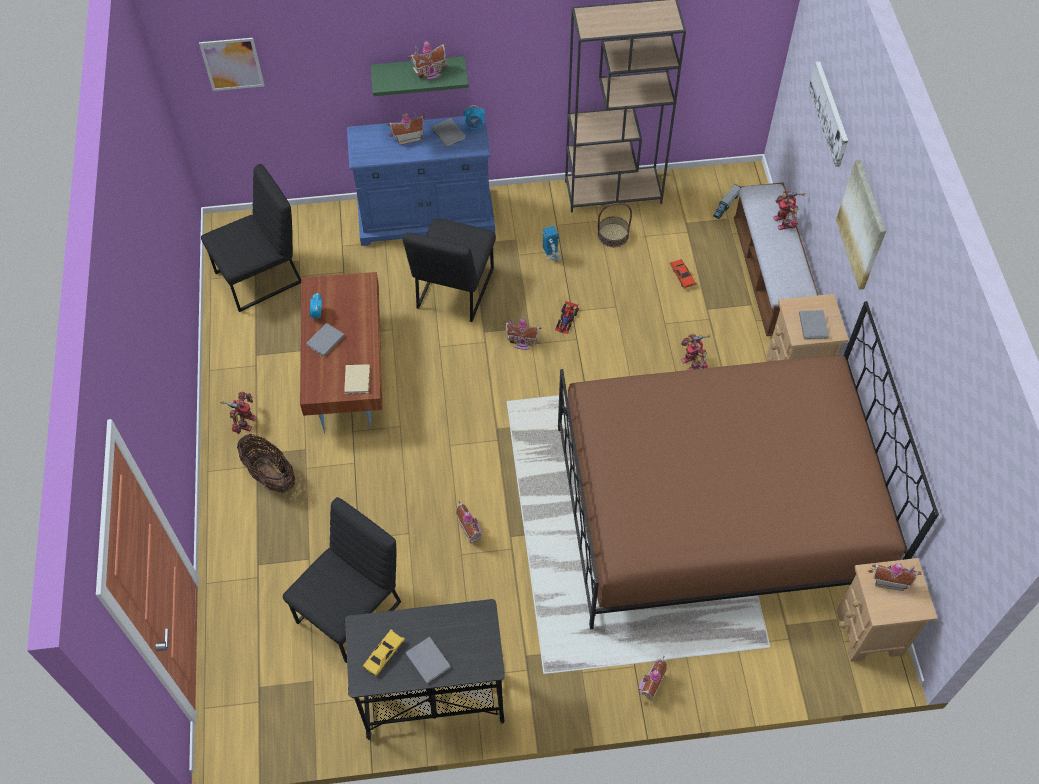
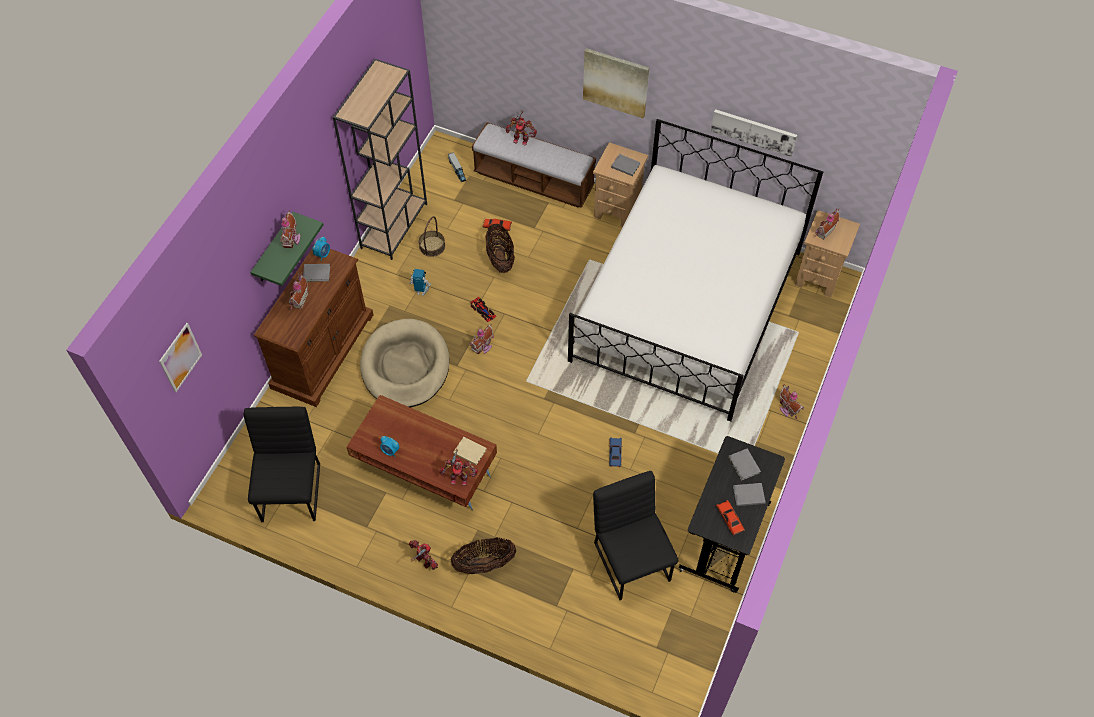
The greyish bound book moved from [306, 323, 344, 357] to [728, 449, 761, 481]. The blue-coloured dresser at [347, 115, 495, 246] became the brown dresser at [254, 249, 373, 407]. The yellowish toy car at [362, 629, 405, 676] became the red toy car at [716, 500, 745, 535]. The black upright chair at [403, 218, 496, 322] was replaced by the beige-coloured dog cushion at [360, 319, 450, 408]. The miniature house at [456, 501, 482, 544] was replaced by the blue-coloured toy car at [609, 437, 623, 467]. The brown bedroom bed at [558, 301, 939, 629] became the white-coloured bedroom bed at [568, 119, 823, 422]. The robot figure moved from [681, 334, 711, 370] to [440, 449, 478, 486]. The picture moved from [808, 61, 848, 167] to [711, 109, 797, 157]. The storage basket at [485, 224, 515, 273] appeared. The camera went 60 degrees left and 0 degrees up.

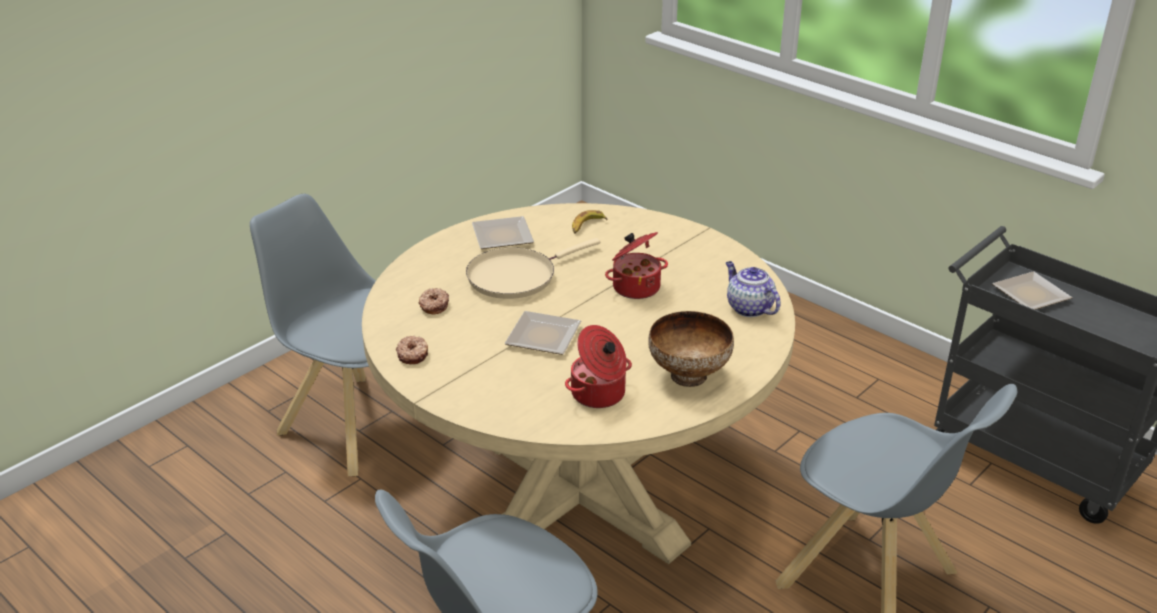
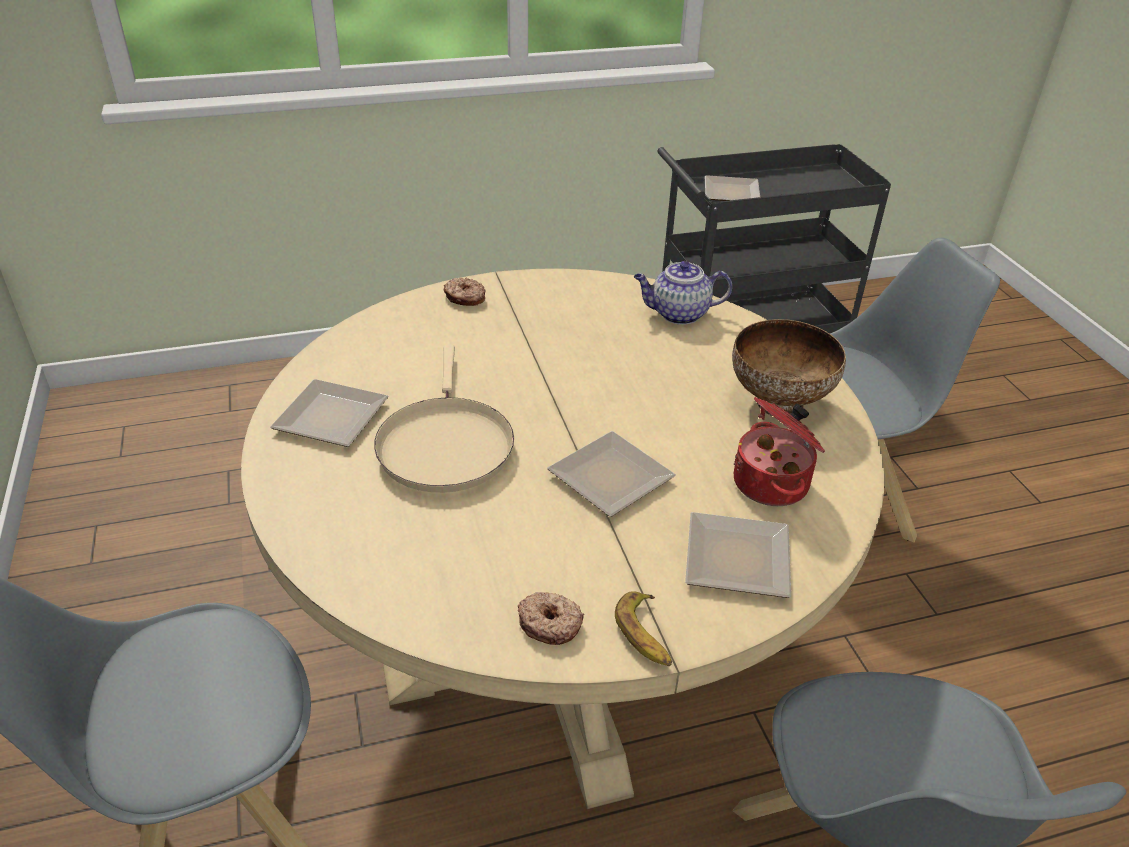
The ring doughnut moved from [419, 288, 449, 315] to [444, 277, 485, 306]. The whole banana moved from [572, 210, 607, 234] to [615, 591, 672, 666]. The cooking pot at [605, 232, 668, 299] disappeared. The flat dish at [685, 512, 791, 598] appeared. The camera went 60 degrees left and 5 degrees up.

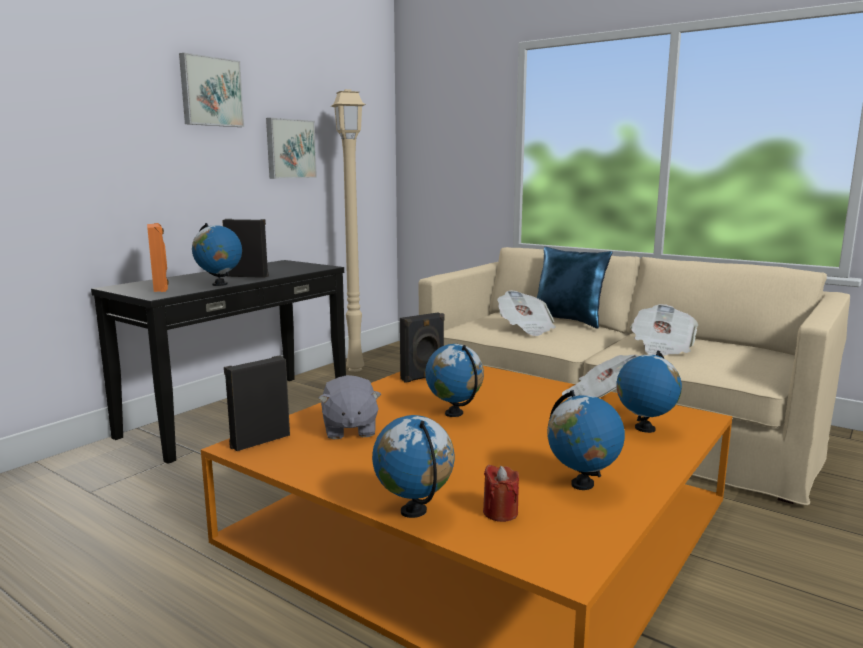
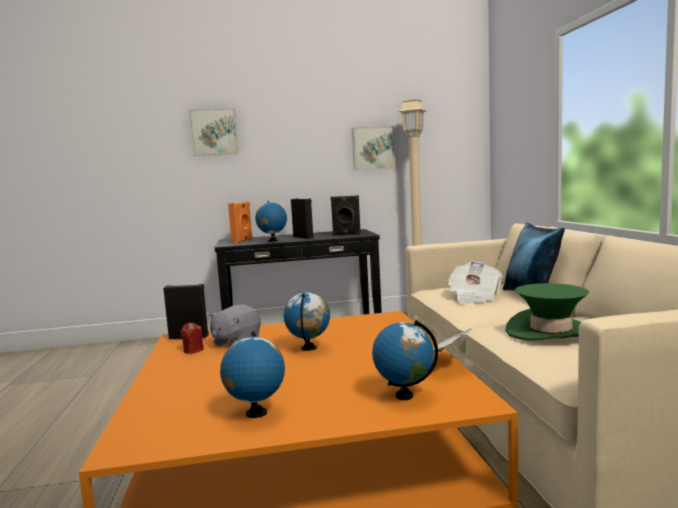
The picture moved from [179, 53, 244, 127] to [189, 108, 239, 156]. The globe at [372, 415, 454, 518] disappeared. The black speaker moved from [400, 313, 445, 383] to [330, 195, 361, 235]. The red candle moved from [483, 465, 519, 522] to [181, 323, 204, 354]. The printed paper at [630, 304, 699, 356] was replaced by the green-coloured hat at [506, 283, 589, 341]. The camera went 45 degrees right and 5 degrees down.

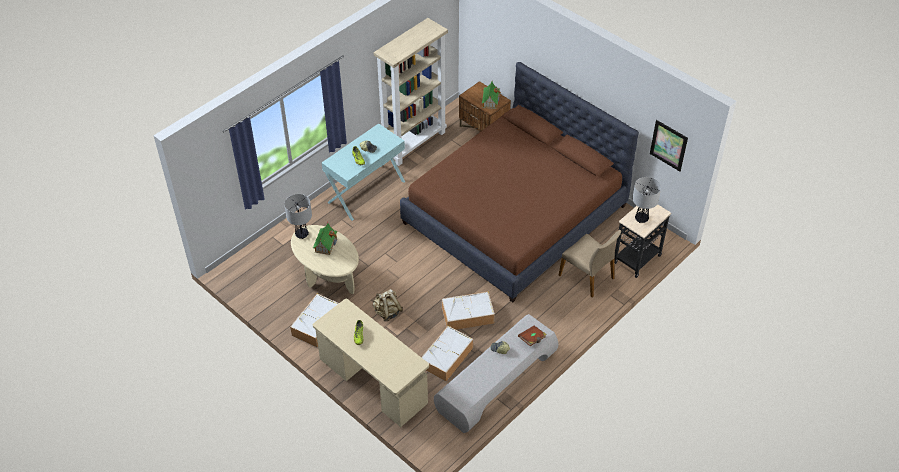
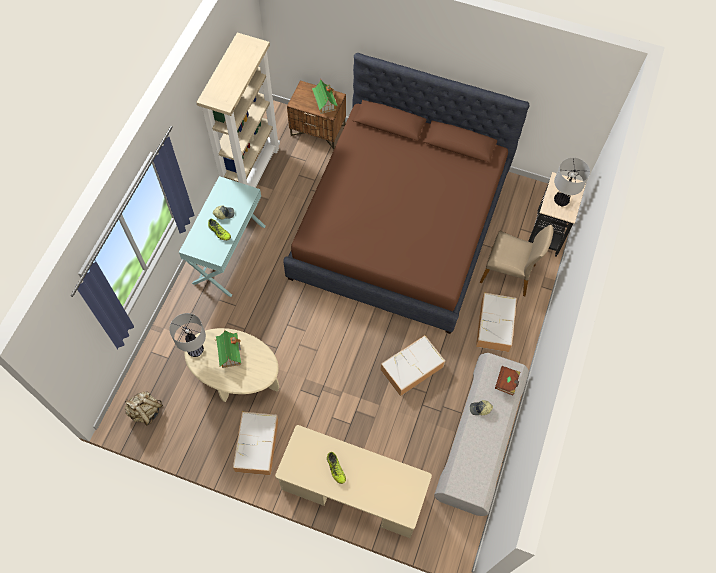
The beige-coloured backpack moved from [373, 289, 403, 321] to [125, 391, 163, 426]. The storage bin moved from [421, 326, 473, 381] to [476, 293, 517, 352]. The picture at [650, 120, 688, 172] disappeared. The camera went 25 degrees left and 15 degrees up.

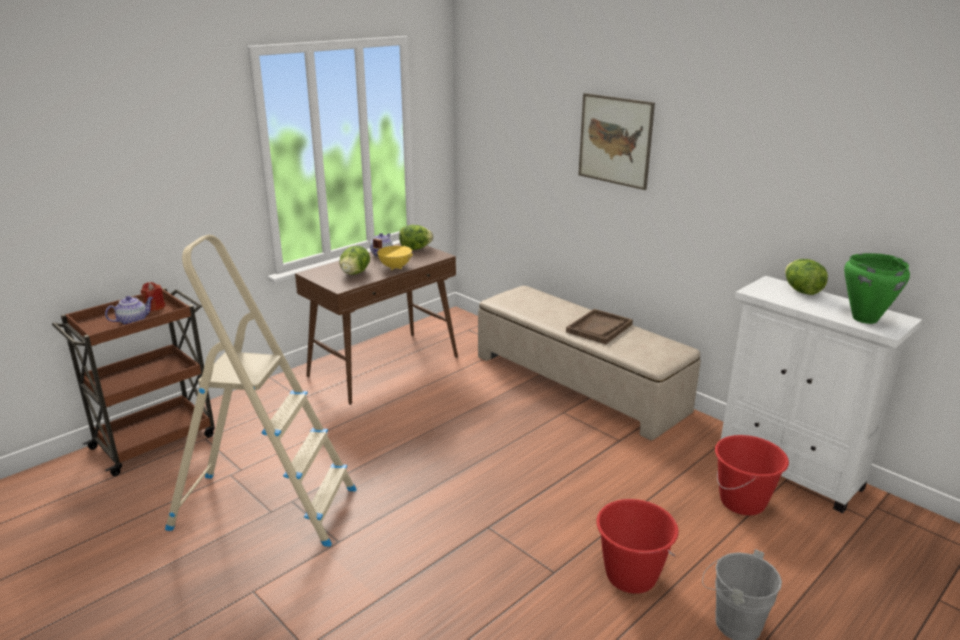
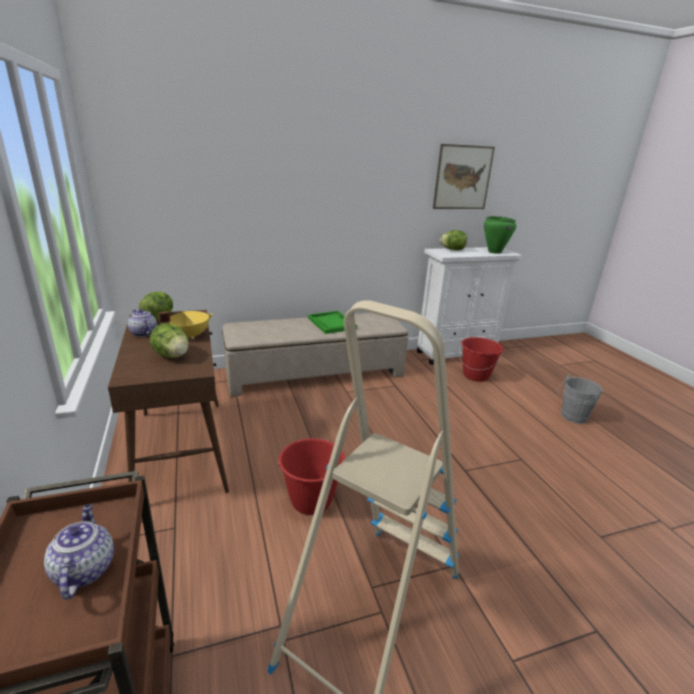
The red candle at [141, 282, 166, 311] disappeared. The brown tray at [566, 309, 633, 344] became the green-coloured tray at [308, 311, 357, 334]. The picture moved from [578, 93, 655, 190] to [433, 144, 495, 209]. The red bucket moved from [596, 499, 679, 594] to [277, 438, 346, 515]. The camera went 65 degrees left and 0 degrees up.

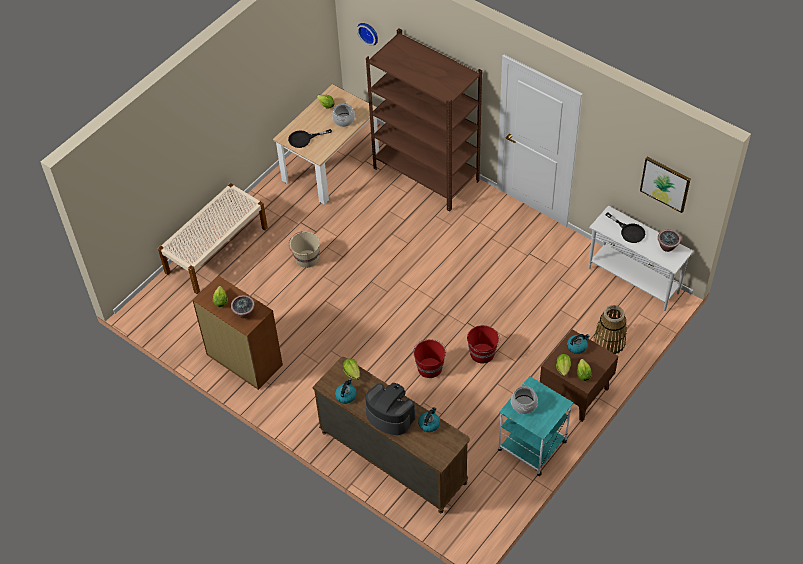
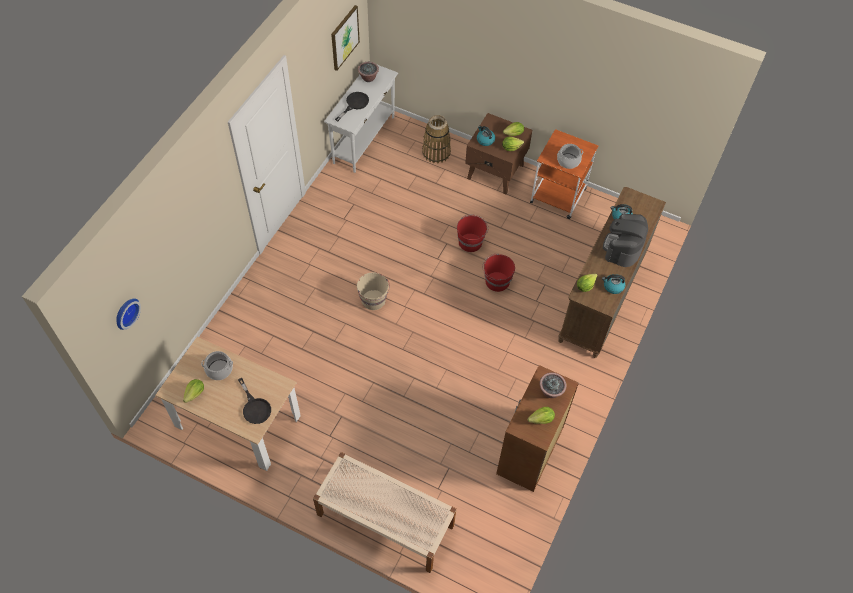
The beige-coloured bucket moved from [289, 231, 320, 268] to [357, 272, 390, 310]. The brown bookcase at [366, 28, 482, 211] disappeared. The turquoise cart at [498, 376, 573, 476] became the orange-coloured cart at [530, 129, 598, 219]. The camera went 105 degrees left and 5 degrees up.

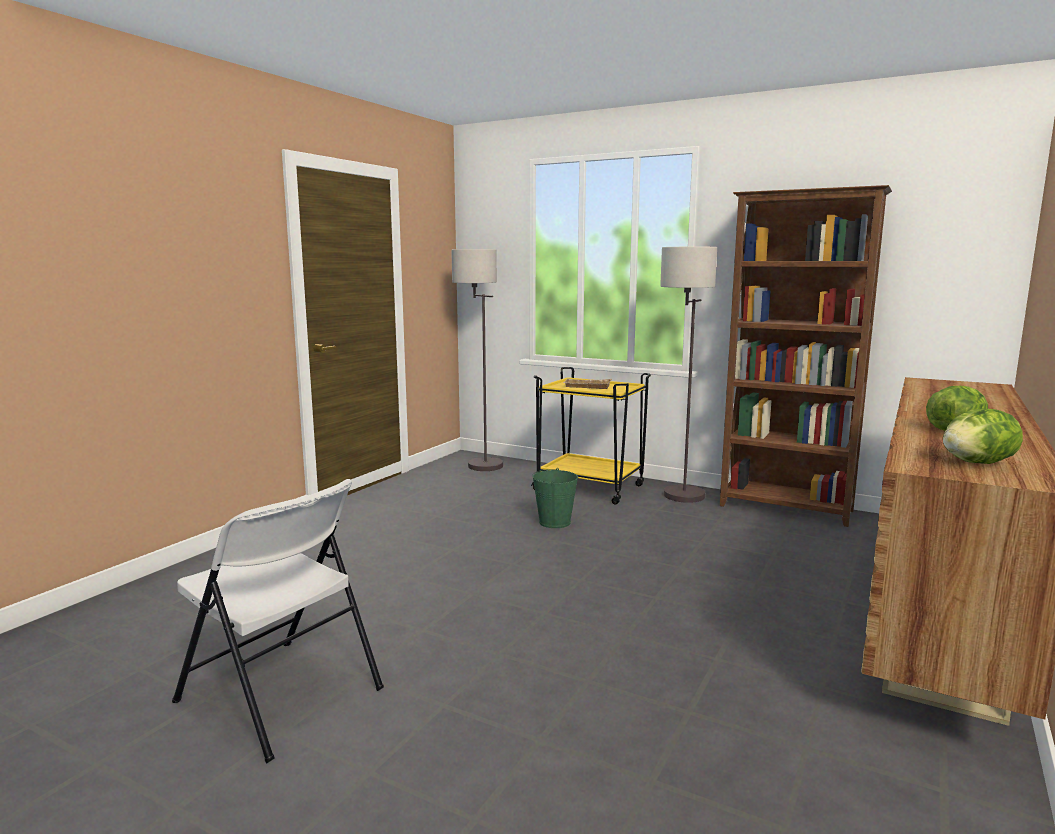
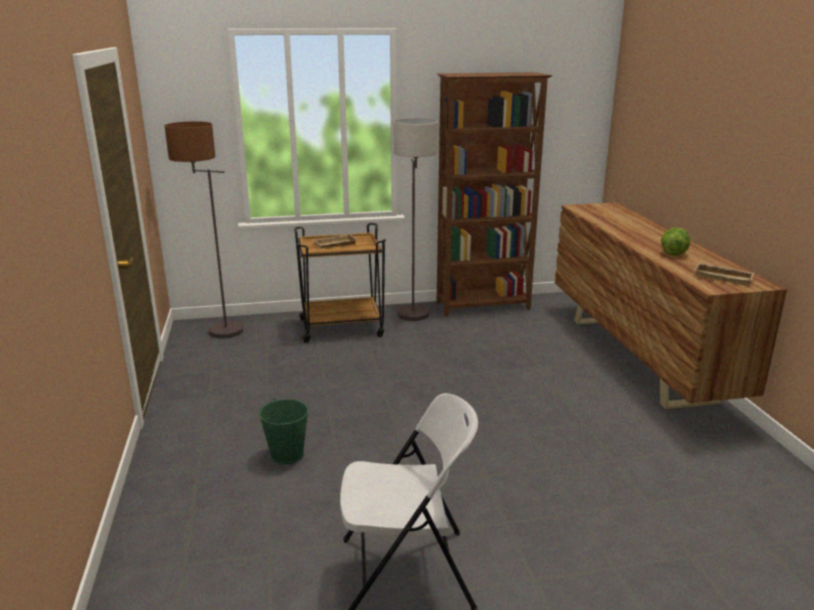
The greyish floor lamp at [451, 249, 503, 471] became the brown floor lamp at [165, 121, 244, 339]. The yellowish cart at [531, 367, 651, 505] became the brown cart at [294, 223, 386, 343]. The green-coloured bucket moved from [532, 468, 578, 528] to [259, 398, 308, 465]. The lettuce head at [943, 409, 1023, 464] was replaced by the beige-coloured tray at [694, 263, 754, 286]. The camera went 40 degrees left and 10 degrees up.

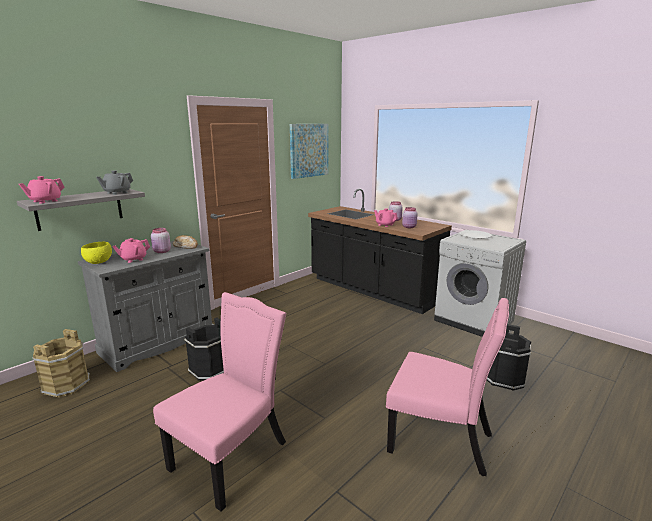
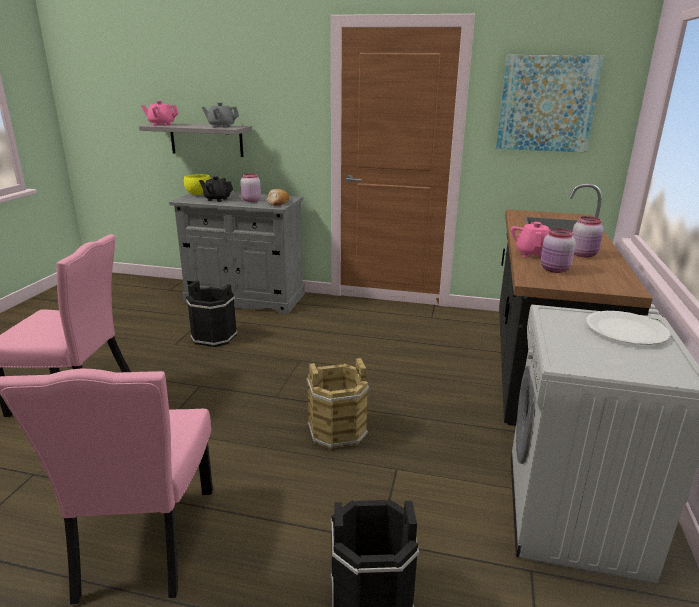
The brown bucket moved from [32, 329, 90, 398] to [306, 358, 369, 450]. The pink pot for tea at [112, 238, 150, 263] became the black pot for tea at [199, 176, 233, 202]. The camera went 60 degrees right and 5 degrees up.

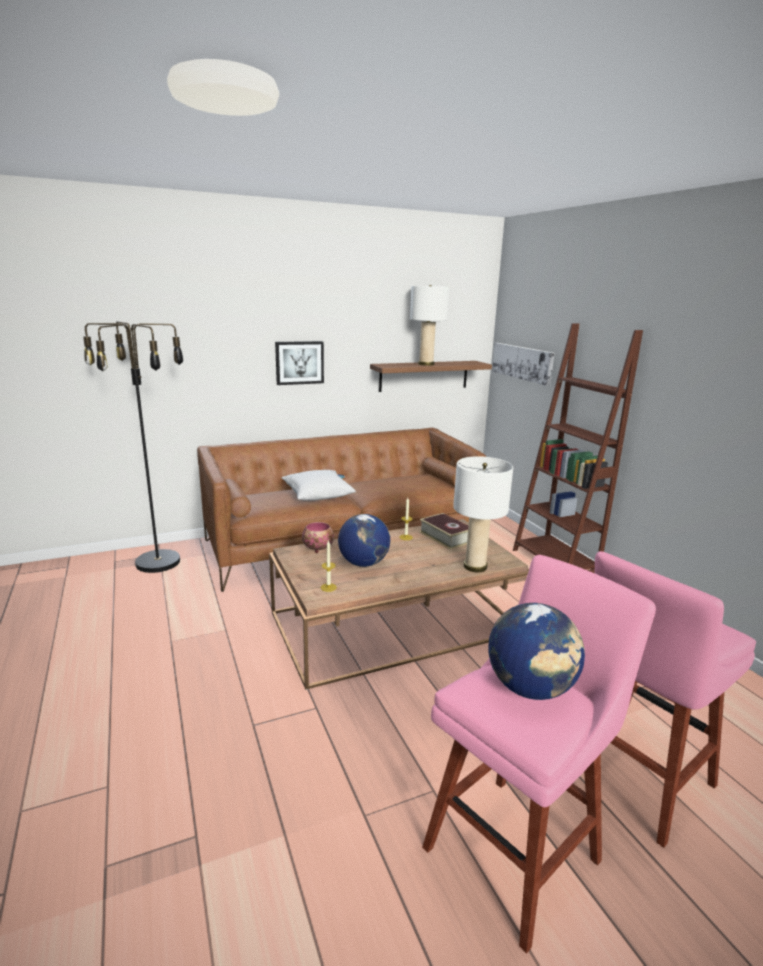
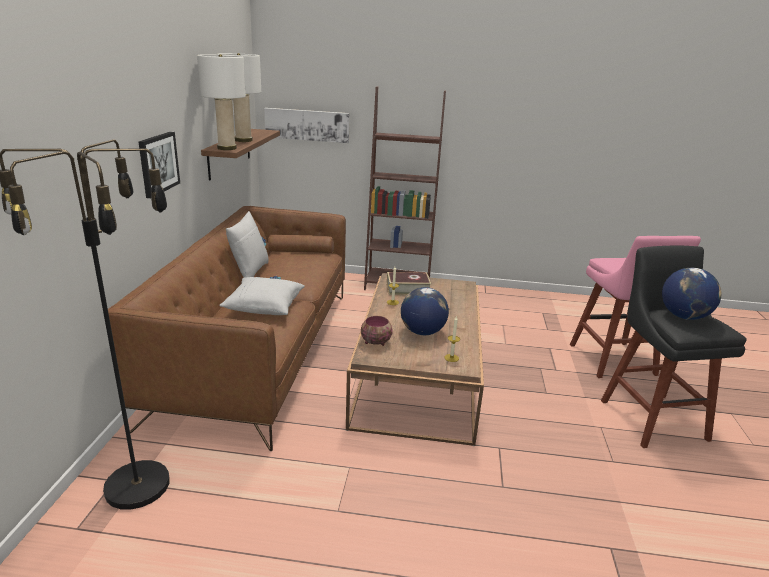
The pink sitting stool at [422, 555, 656, 954] became the black sitting stool at [601, 246, 747, 448]. The white-coloured lamp for a table moved from [453, 456, 513, 572] to [197, 54, 246, 150]. The greyish pillow at [226, 211, 268, 277] appeared. The camera went 60 degrees left and 5 degrees up.

